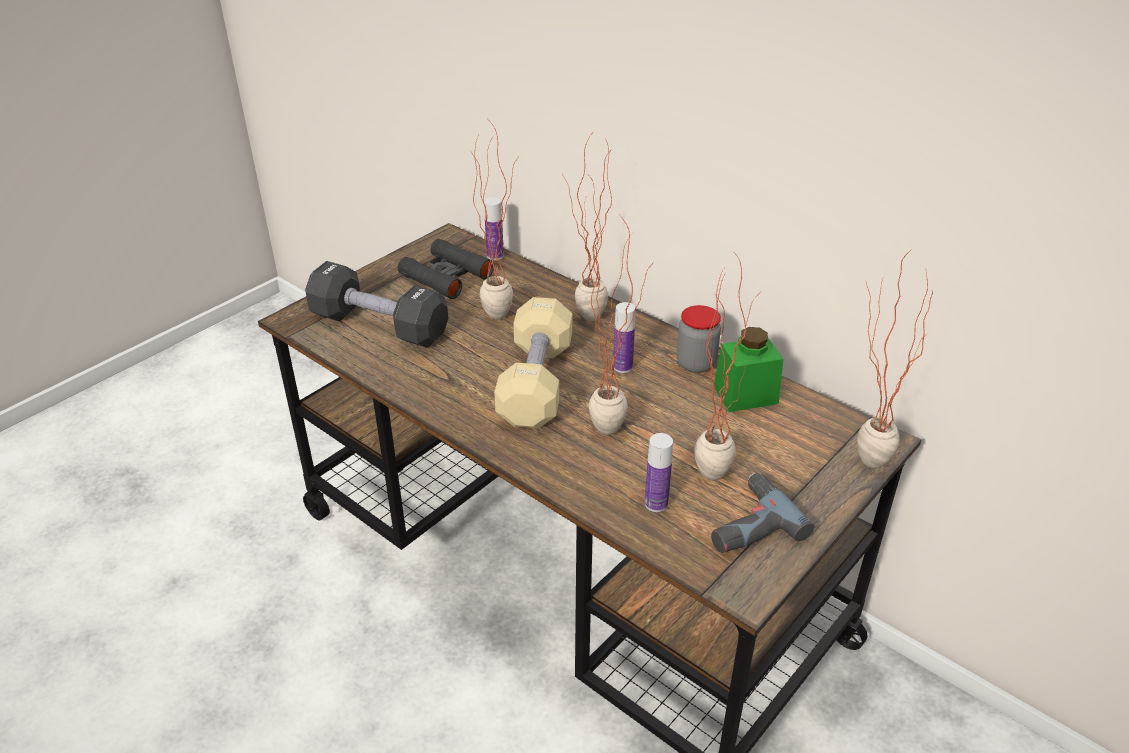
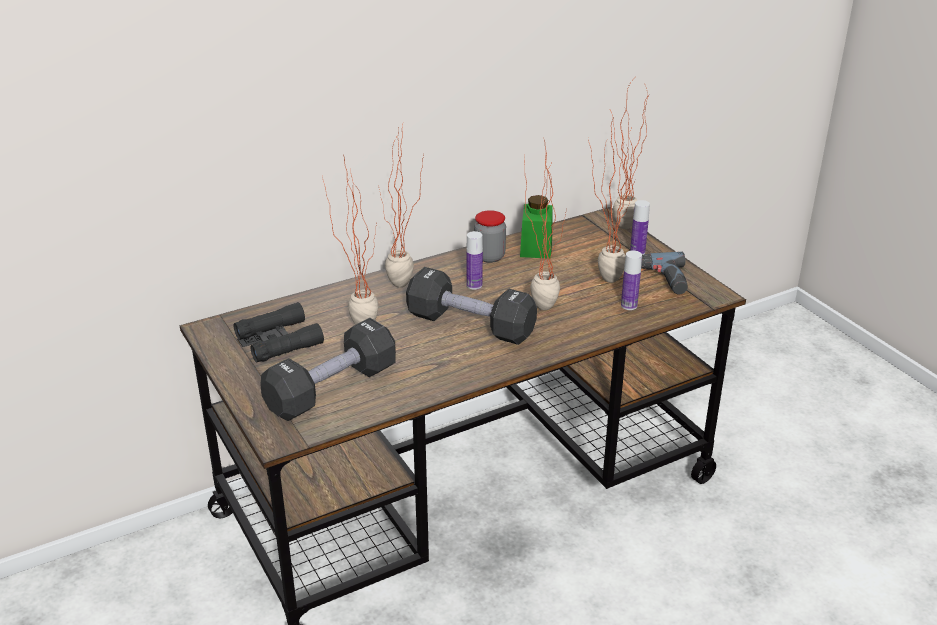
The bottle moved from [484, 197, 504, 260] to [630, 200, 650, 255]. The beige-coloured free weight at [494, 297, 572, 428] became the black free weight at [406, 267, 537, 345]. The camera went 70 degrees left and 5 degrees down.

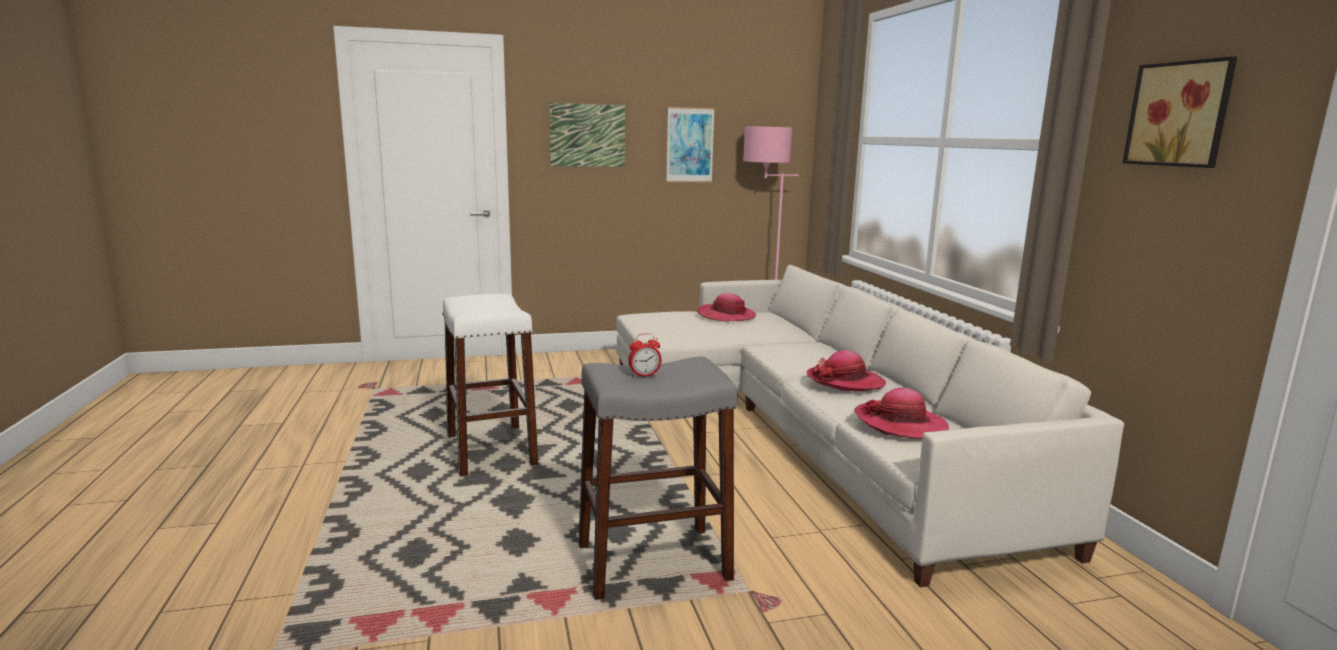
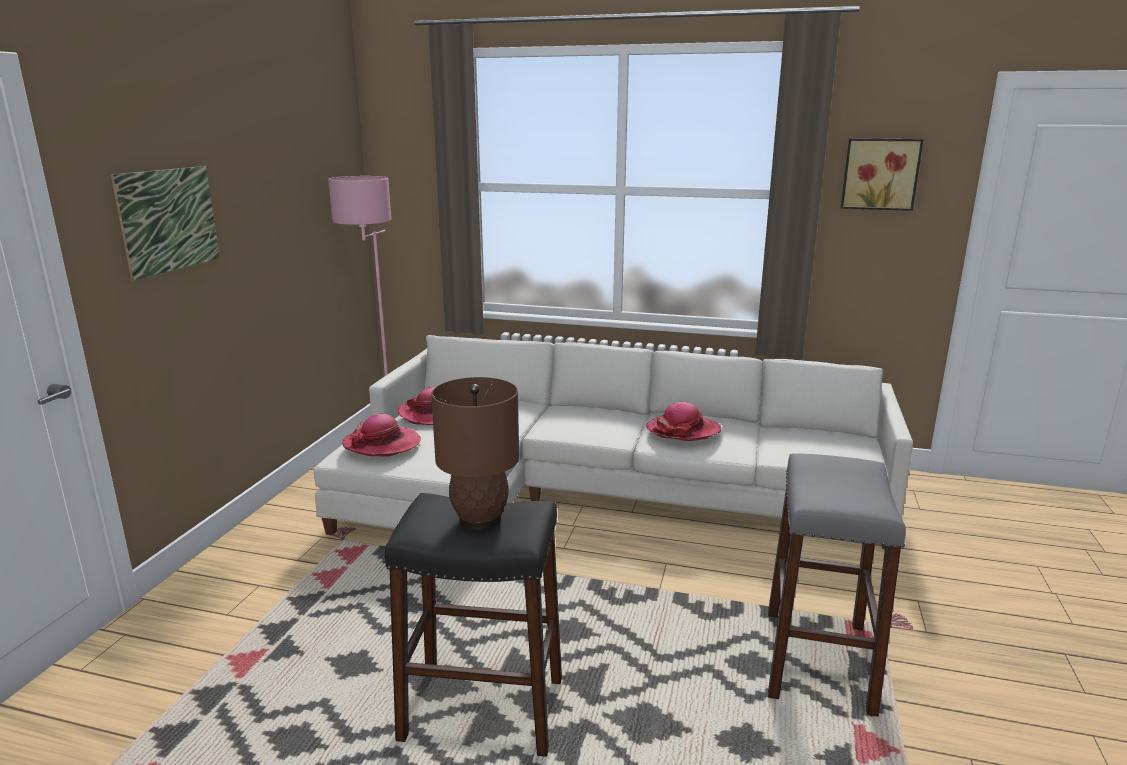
The white-coloured sitting stool at [442, 294, 539, 477] became the black sitting stool at [385, 493, 562, 757]. The bedside clock at [628, 333, 661, 377] disappeared. The picture at [666, 107, 715, 182] disappeared. The hat moved from [854, 388, 949, 439] to [342, 414, 421, 456]. The brown lamp for a table at [431, 377, 519, 530] appeared. The camera went 60 degrees left and 5 degrees up.

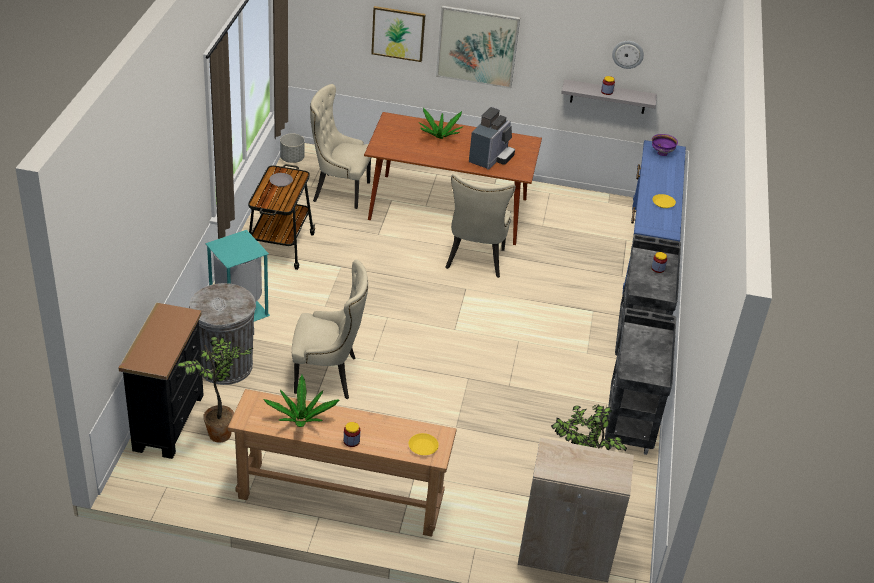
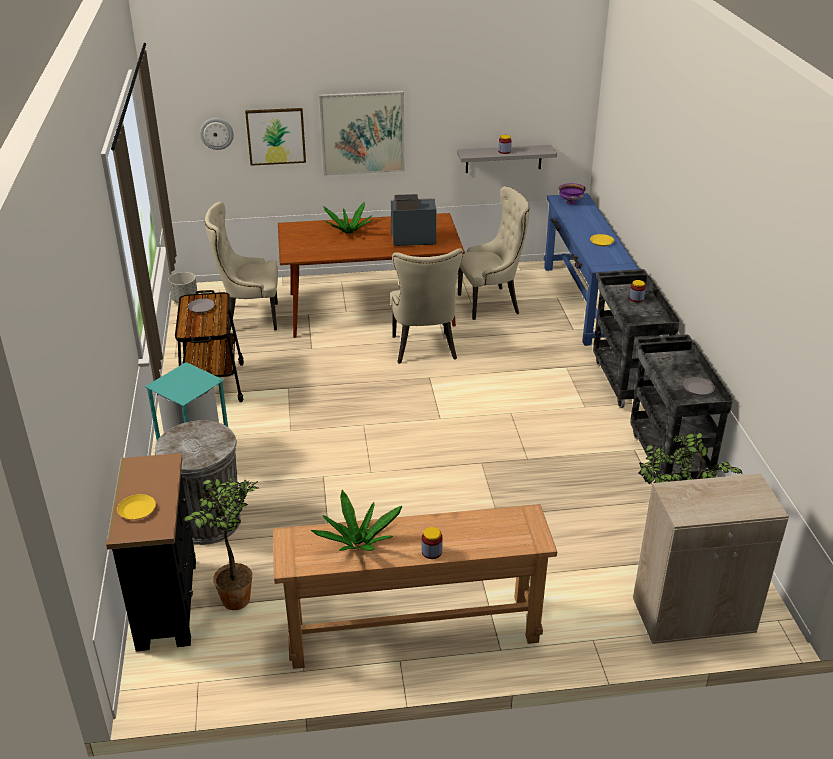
The beige-coloured upright chair moved from [292, 260, 368, 399] to [458, 186, 530, 320]. The yellowish flat dish moved from [409, 433, 439, 455] to [117, 494, 156, 519]. The coffee brewer at [469, 107, 515, 170] turned 105 degrees counterclockwise. The wall clock moved from [612, 41, 644, 69] to [200, 118, 234, 150]. The greyish flat dish at [683, 377, 715, 395] appeared. The camera went 15 degrees left and 5 degrees down.

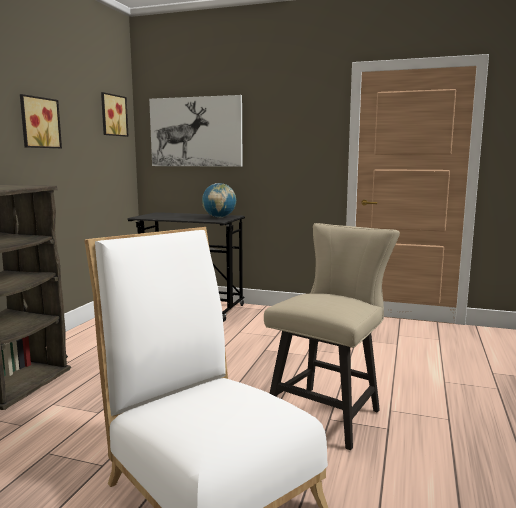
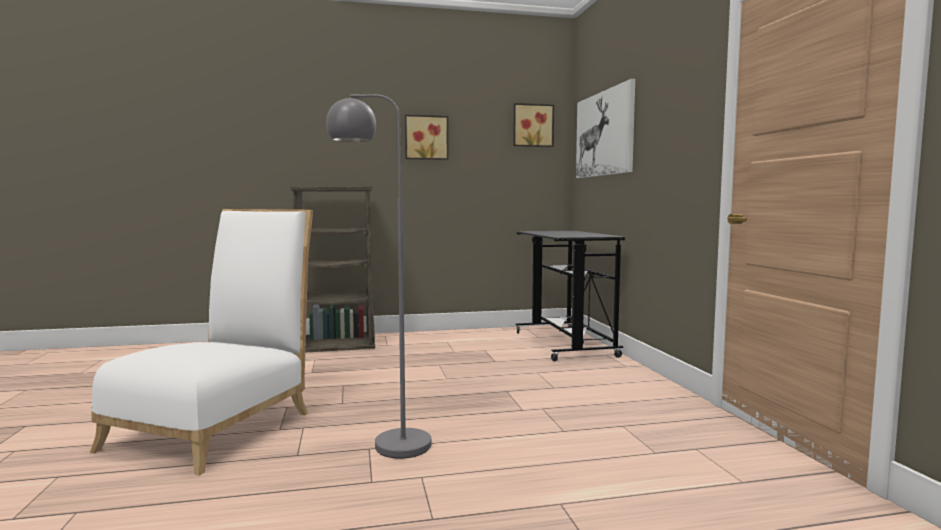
The globe at [202, 183, 236, 218] disappeared. The beige-coloured upright chair at [264, 223, 400, 450] was replaced by the greyish floor lamp at [326, 94, 432, 459]. The camera went 60 degrees right and 5 degrees down.

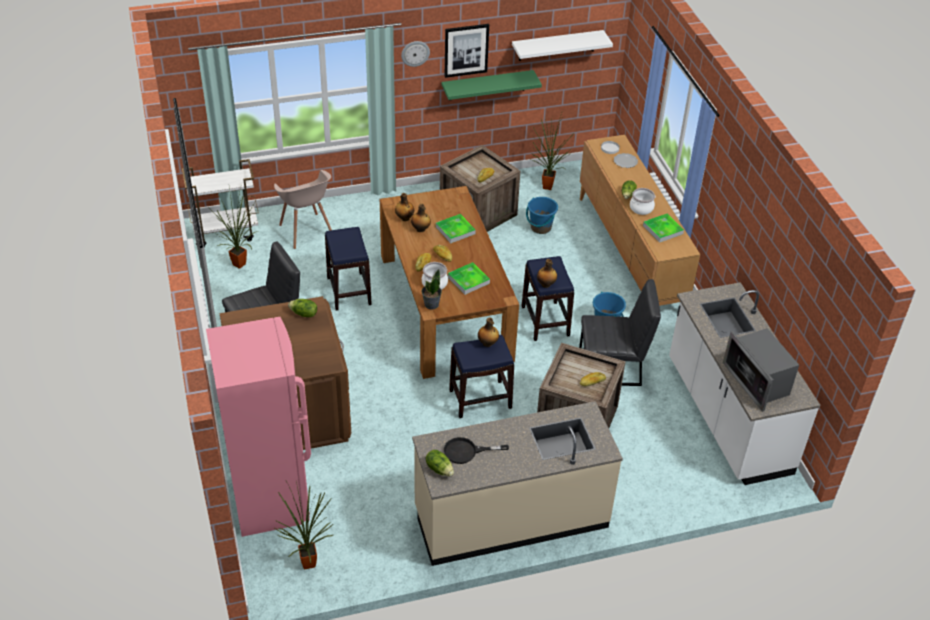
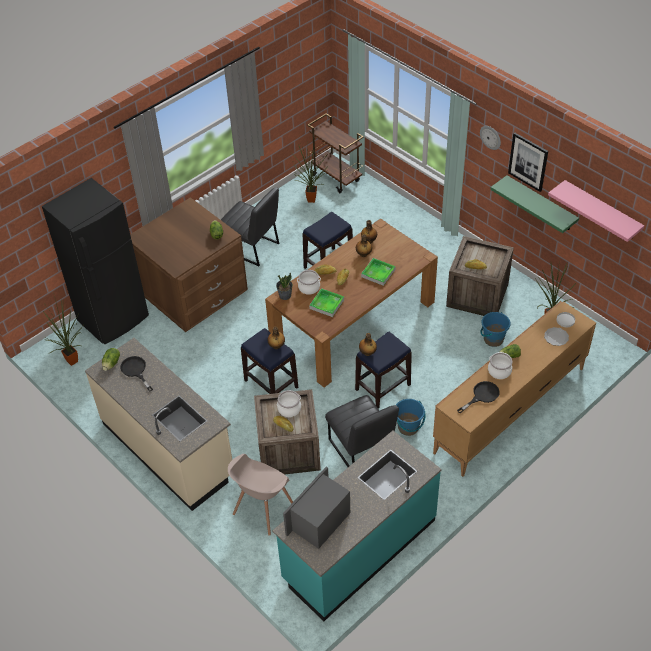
The white-coloured cart at [182, 159, 259, 248] became the brown cart at [307, 113, 364, 193]. The pink kitchen fridge at [206, 317, 311, 537] became the black kitchen fridge at [42, 178, 149, 344]. The beige-coloured upright chair moved from [274, 170, 332, 249] to [228, 454, 293, 536]. The white-coloured bracket shelf at [512, 30, 613, 61] became the pink bracket shelf at [548, 180, 644, 242]. The tray at [643, 214, 684, 243] was replaced by the black skillet at [457, 381, 500, 413]. The white-coloured kitchen counter at [669, 282, 821, 485] became the turquoise kitchen counter at [272, 431, 441, 621]. The cooking pot at [277, 390, 301, 417] appeared. The camera went 65 degrees right and 5 degrees up.

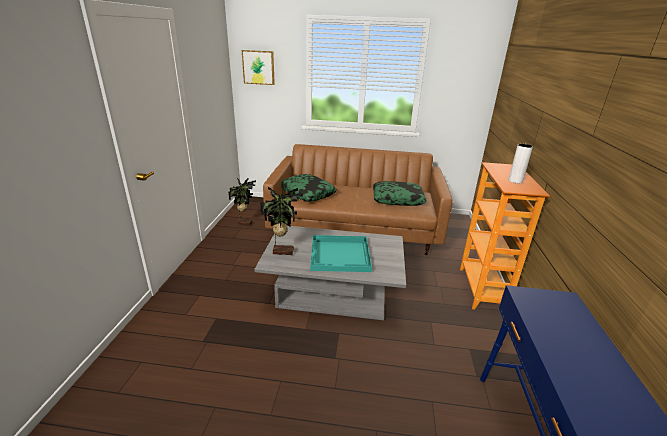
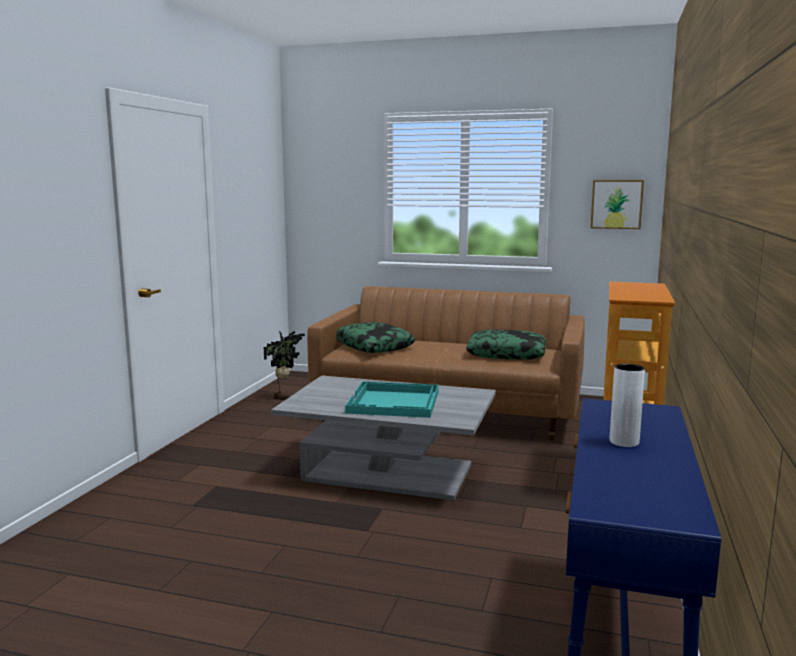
The picture moved from [242, 50, 275, 85] to [591, 180, 644, 229]. The plant in a pot at [261, 186, 303, 255] disappeared. The white-coloured decorative vase moved from [508, 144, 533, 183] to [610, 364, 645, 447]. The camera went 10 degrees right and 15 degrees down.

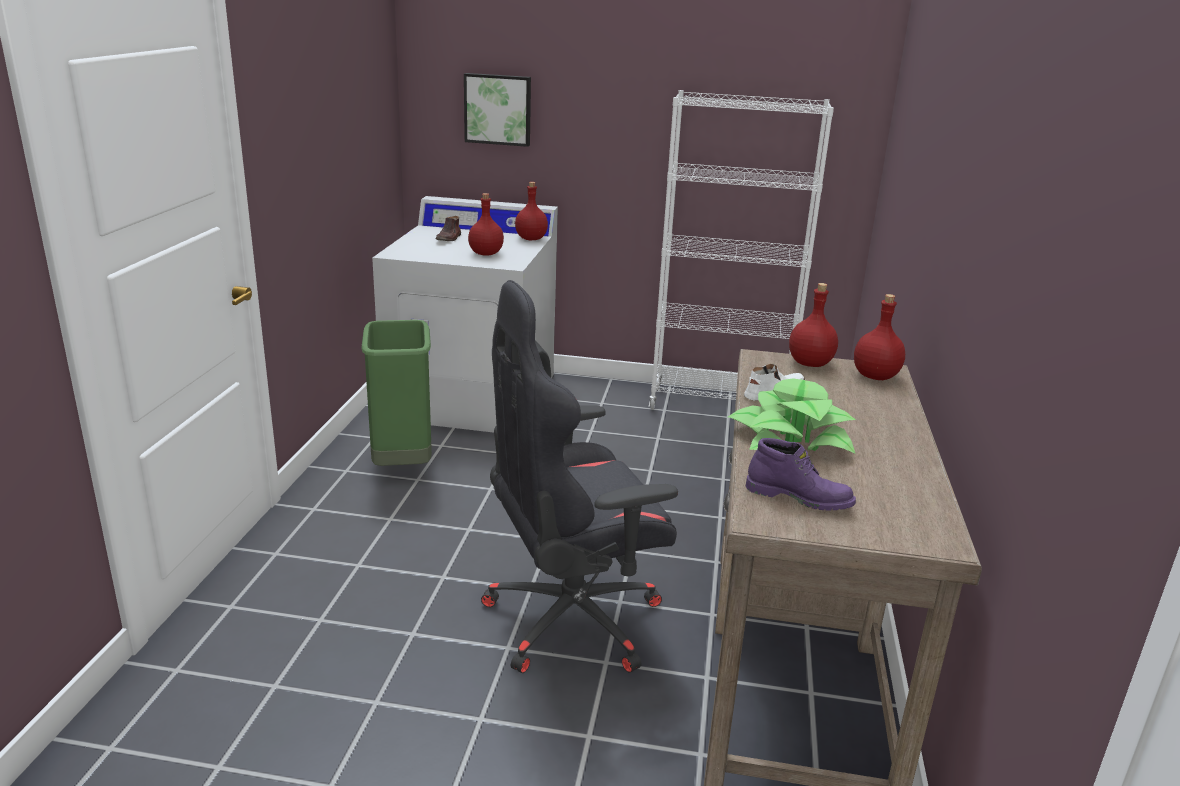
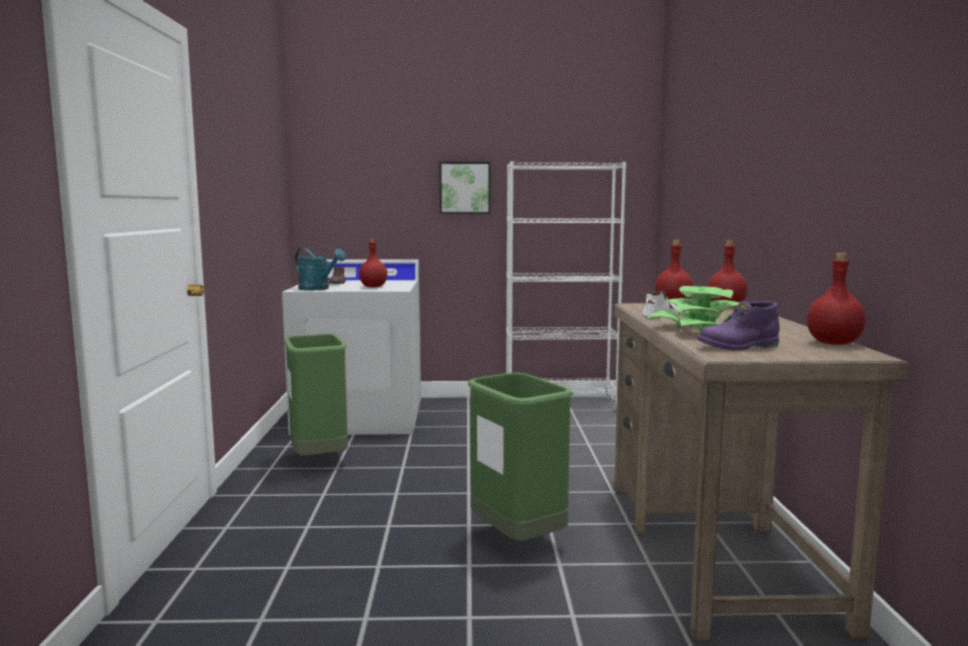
The picture moved from [464, 73, 531, 147] to [439, 162, 491, 214]. The black desk chair at [481, 280, 678, 673] was replaced by the green-coloured waste bin at [468, 372, 573, 541]. The red bottle moved from [515, 182, 548, 240] to [807, 253, 866, 345]. The purple-coloured high-top boot at [746, 438, 856, 511] turned 150 degrees clockwise. The turquoise sprinkling can at [295, 248, 346, 290] appeared. The camera went 10 degrees left and 15 degrees down.

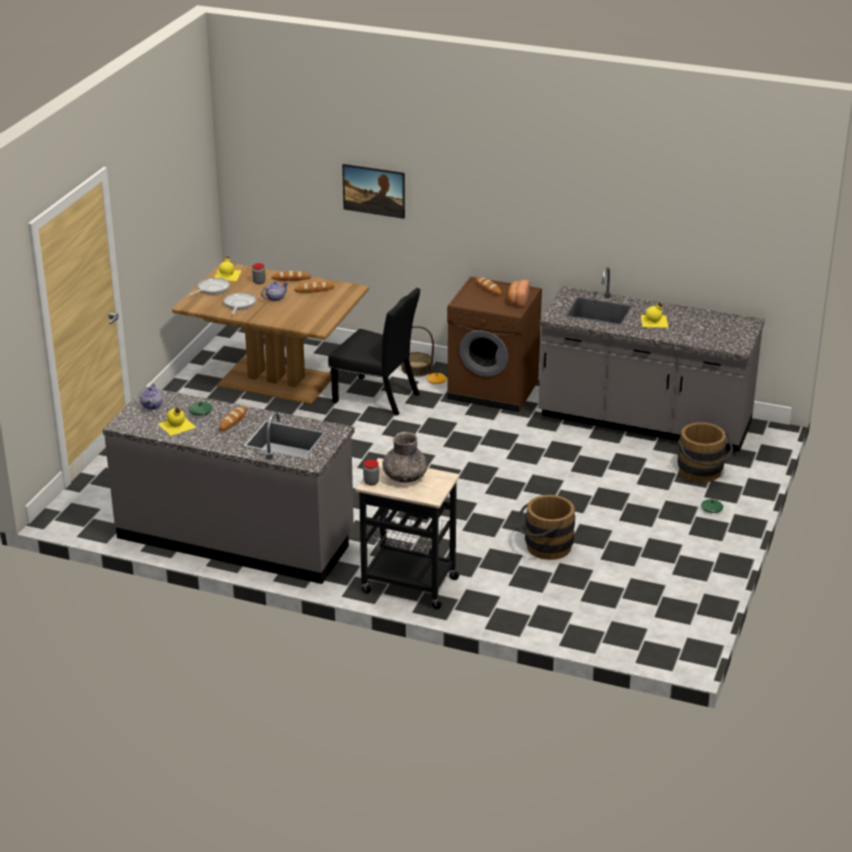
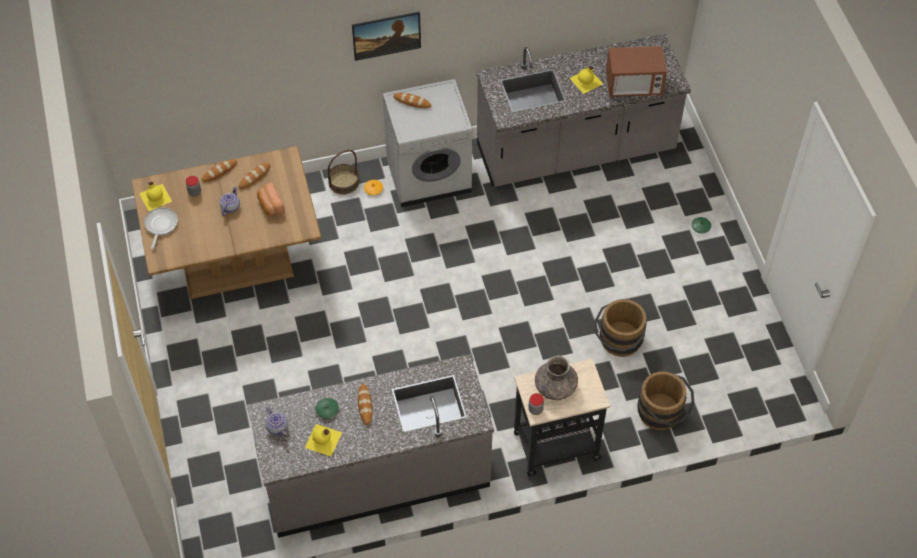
The skillet at [224, 292, 256, 315] disappeared. The black upright chair at [328, 288, 420, 416] disappeared. The picture moved from [342, 164, 405, 219] to [352, 11, 421, 61]. The brown laundry machine at [447, 277, 542, 412] became the white-coloured laundry machine at [383, 79, 473, 207]. The bread moved from [507, 280, 530, 307] to [257, 182, 285, 216]. The brown bucket moved from [677, 422, 733, 482] to [637, 371, 694, 430]. The microwave oven at [606, 46, 667, 97] appeared. The camera went 35 degrees left and 25 degrees up.

